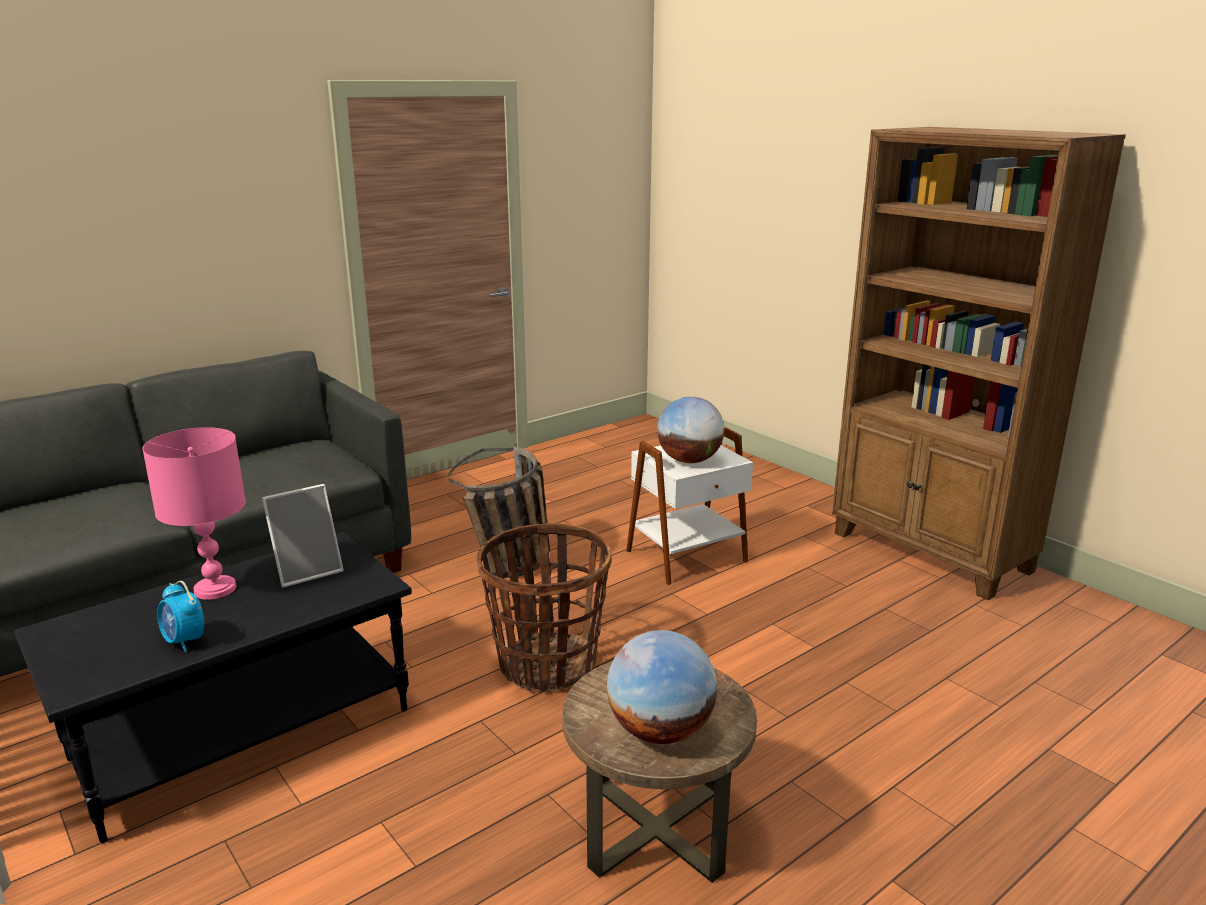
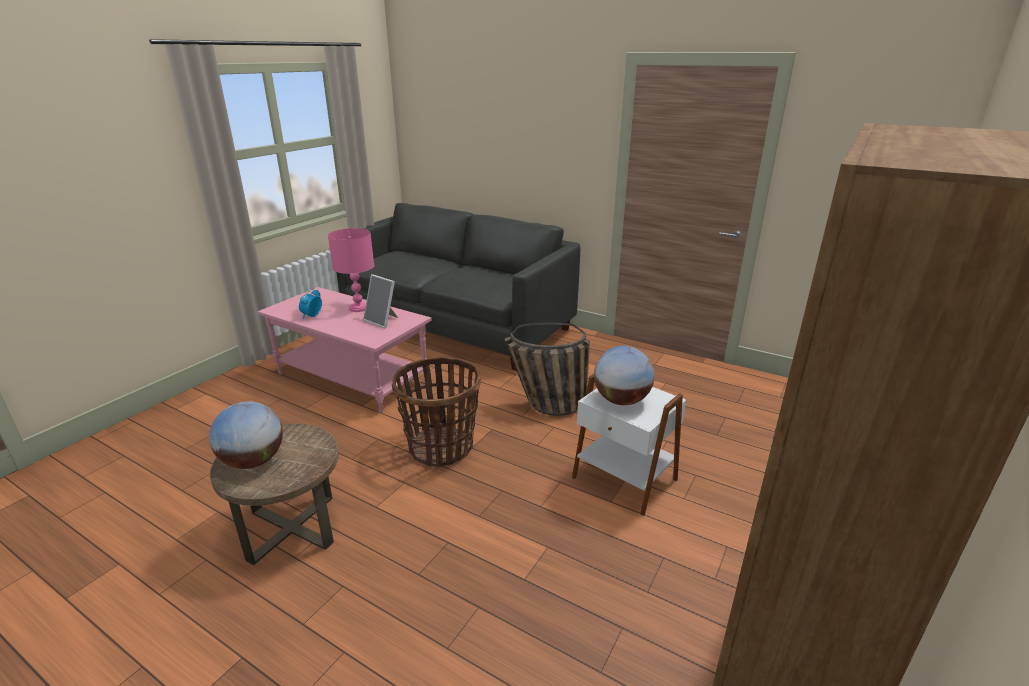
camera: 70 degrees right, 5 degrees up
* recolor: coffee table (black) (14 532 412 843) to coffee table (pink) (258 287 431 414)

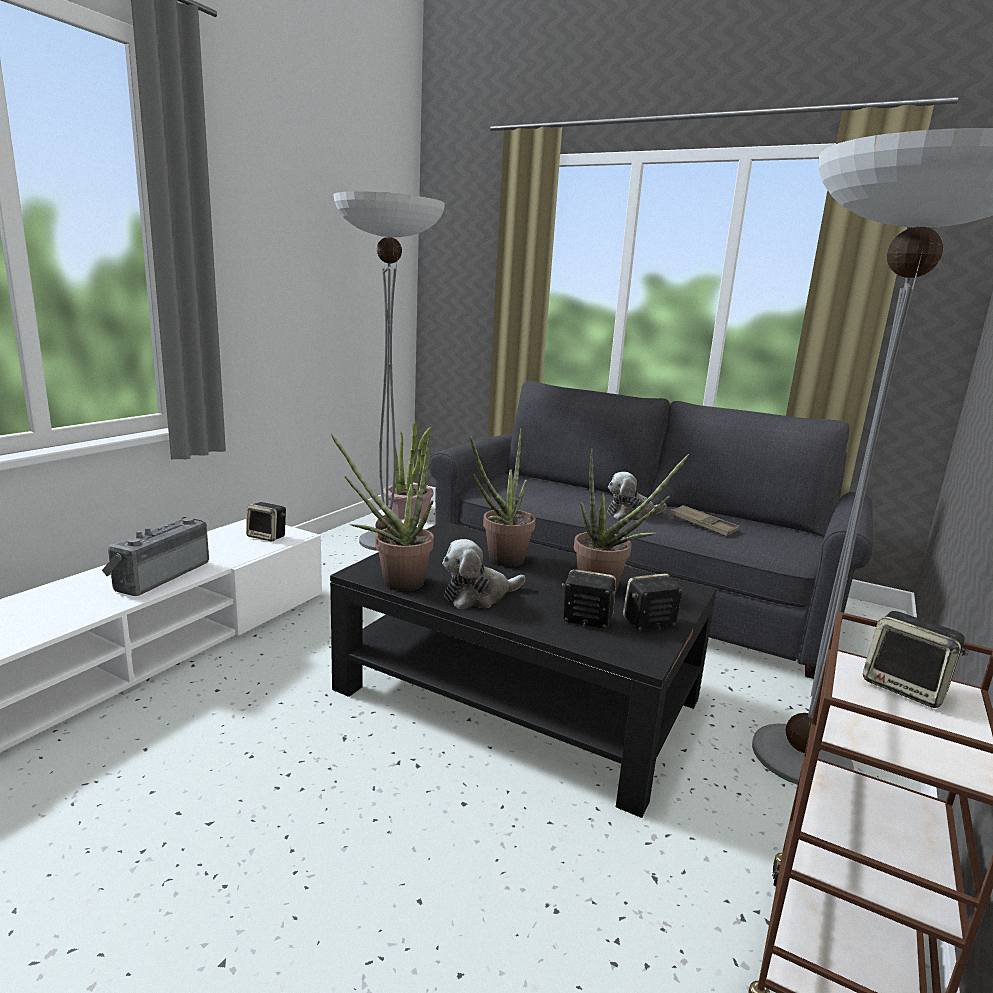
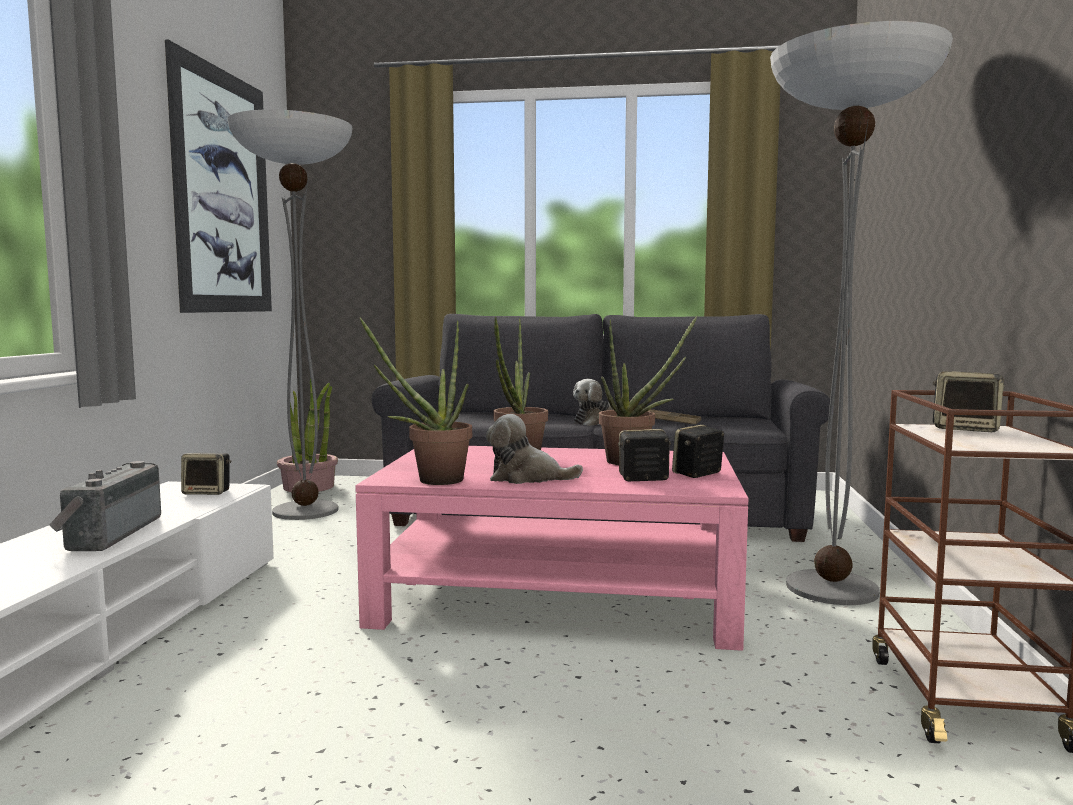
camera: 20 degrees left, 10 degrees down
* insert: picture (165 40 272 313)
* recolor: coffee table (black) (330 521 717 818) to coffee table (pink) (355 446 748 651)
* rotate: plush toy (442 539 525 609) = (486 414 583 484) 60 degrees clockwise

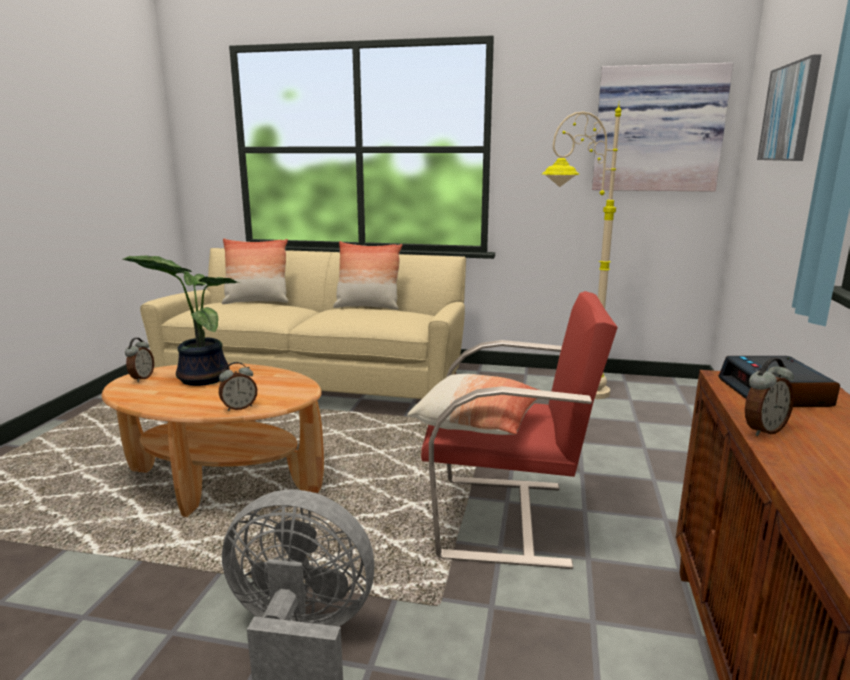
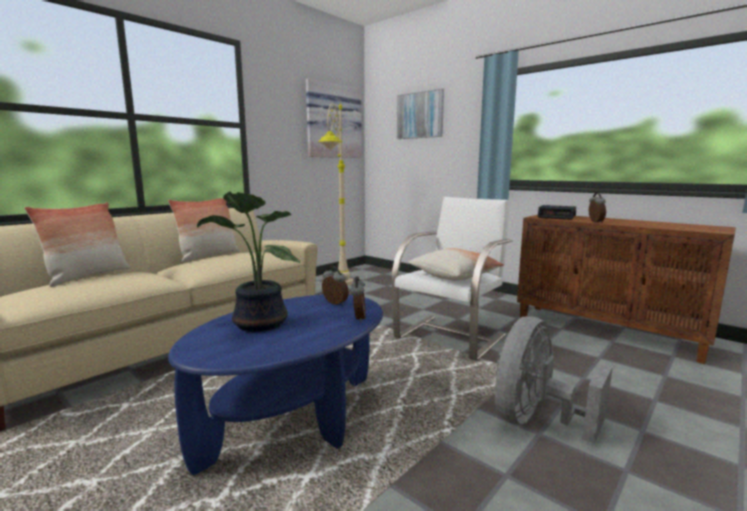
camera: 60 degrees left, 5 degrees down
* move: alarm clock (125 338 154 382) to (322 266 349 305)
* recolor: coffee table (brown) (102 363 324 517) to coffee table (blue) (168 295 383 475)
* recolor: armchair (red) (421 291 618 569) to armchair (white) (392 197 513 360)

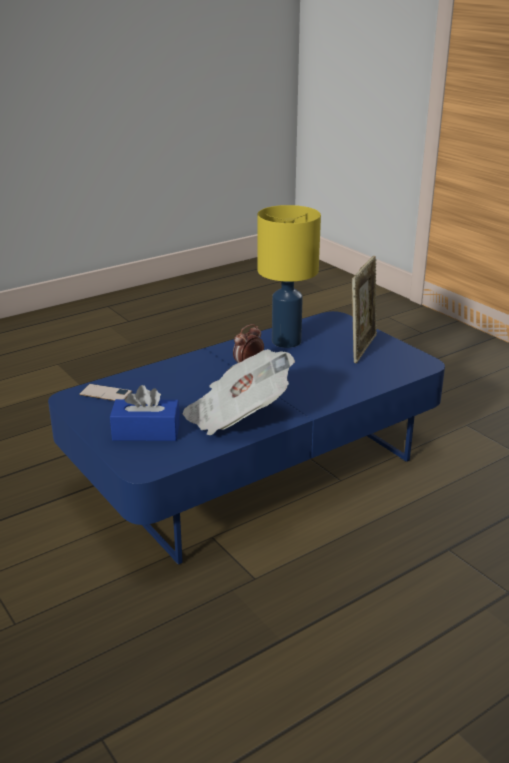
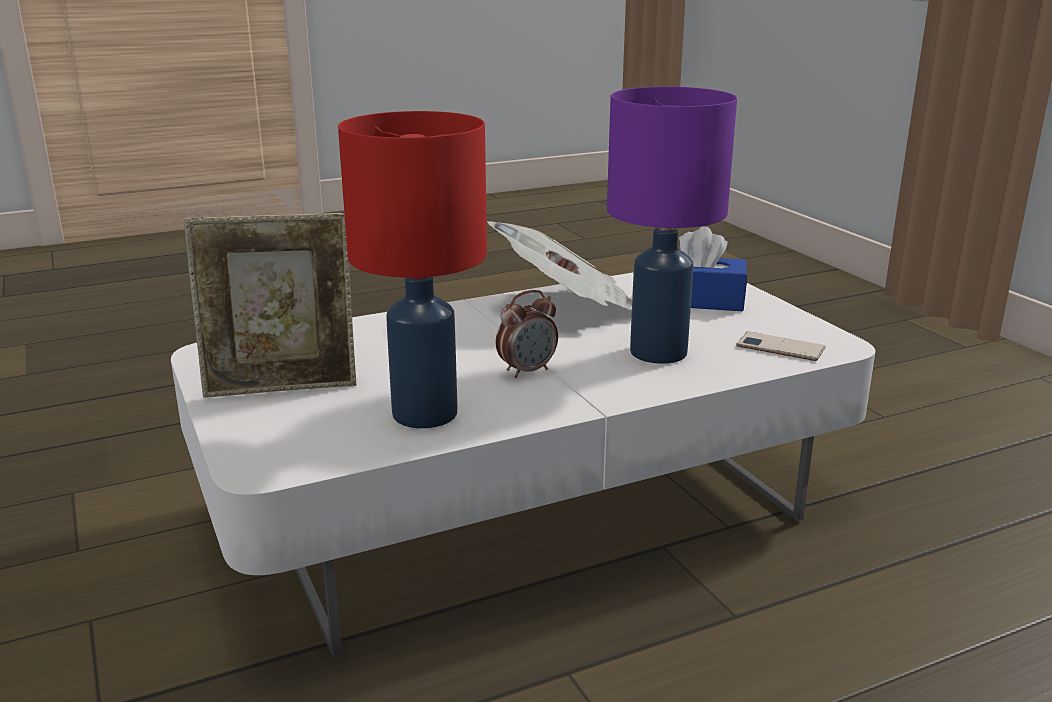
camera: 170 degrees left, 5 degrees down
* insert: table lamp (purple) (607 87 737 364)
* recolor: coffee table (blue) (48 311 445 565) to coffee table (white) (171 272 875 659)
* recolor: table lamp (yellow) (257 205 321 348) to table lamp (red) (338 111 487 428)
* rotate: picture frame (352 256 377 363) = (184 213 357 398) 135 degrees counterclockwise

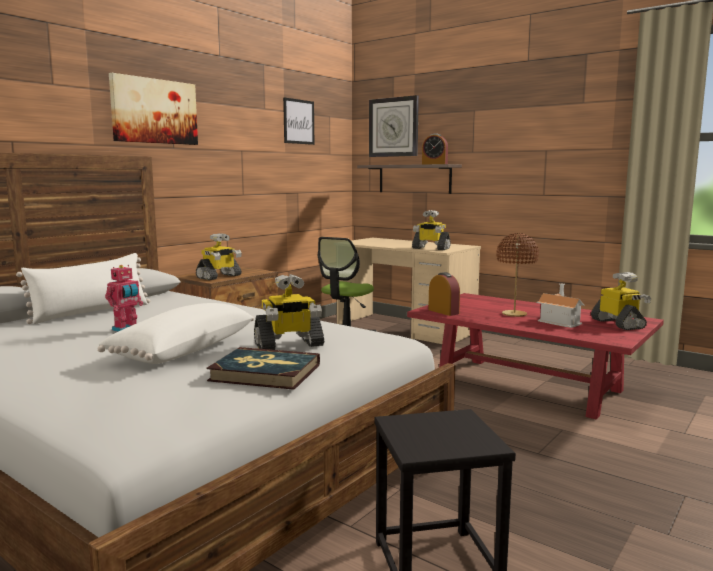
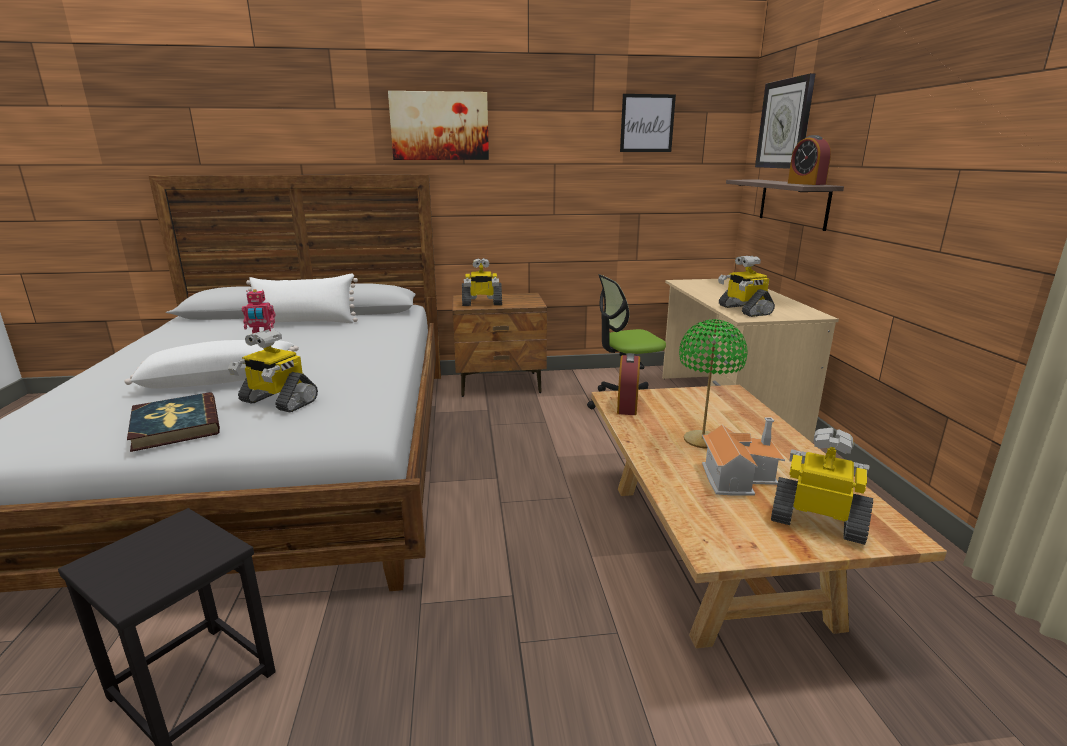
camera: 45 degrees right, 10 degrees up
* recolor: coffee table (red) (407 293 664 419) to coffee table (beige) (591 385 947 648)
* recolor: table lamp (brown) (496 233 539 317) to table lamp (green) (679 319 748 449)
* rotate: toy robot (591 272 651 330) = (771 428 873 545) 90 degrees counterclockwise

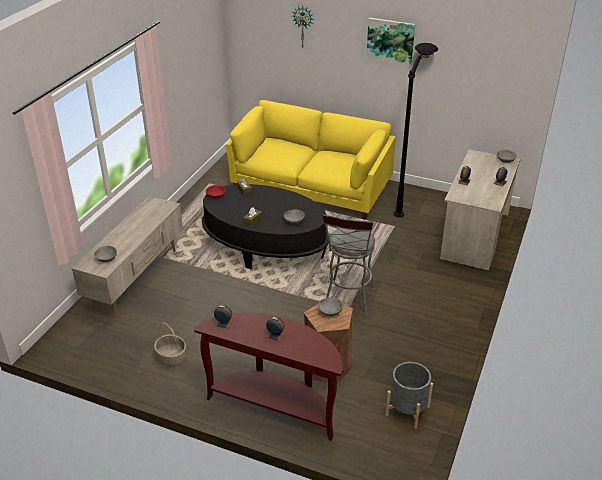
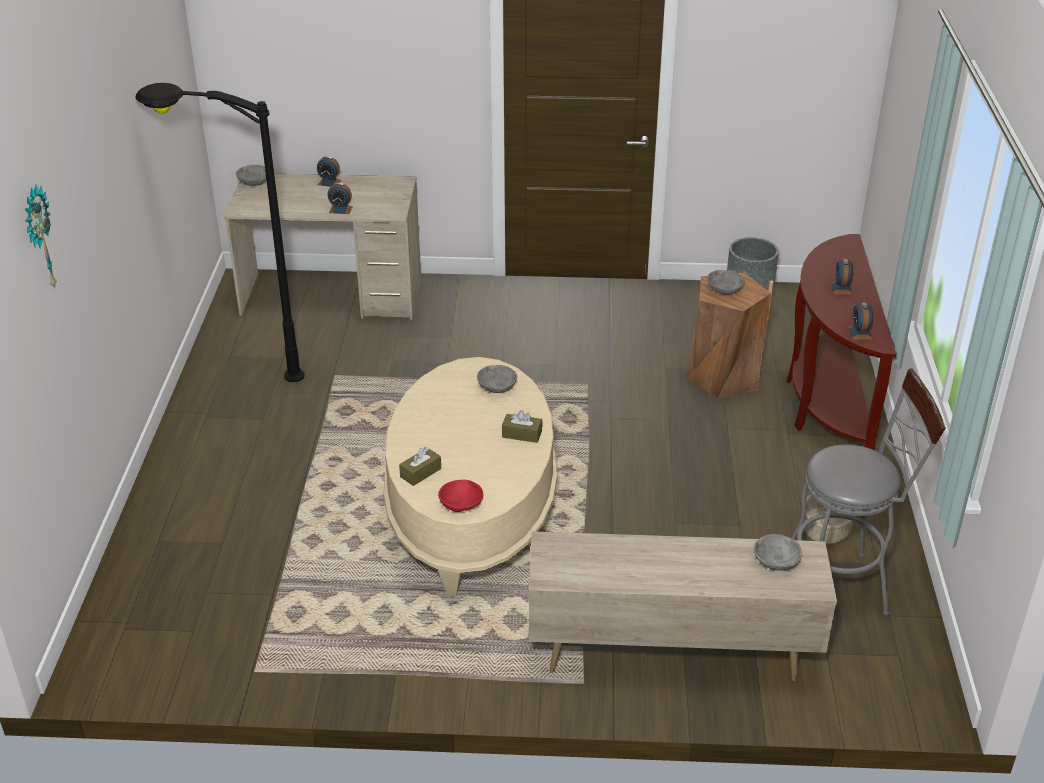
camera: 110 degrees left, 0 degrees up
* delete: sofa (yellow) (226 100 396 220)
* delete: picture (366 18 415 64)
* move: stool (grey) (323 214 375 316) to (791 368 946 615)
* recolor: coffee table (black) (202 184 330 269) to coffee table (beige) (383 357 557 597)

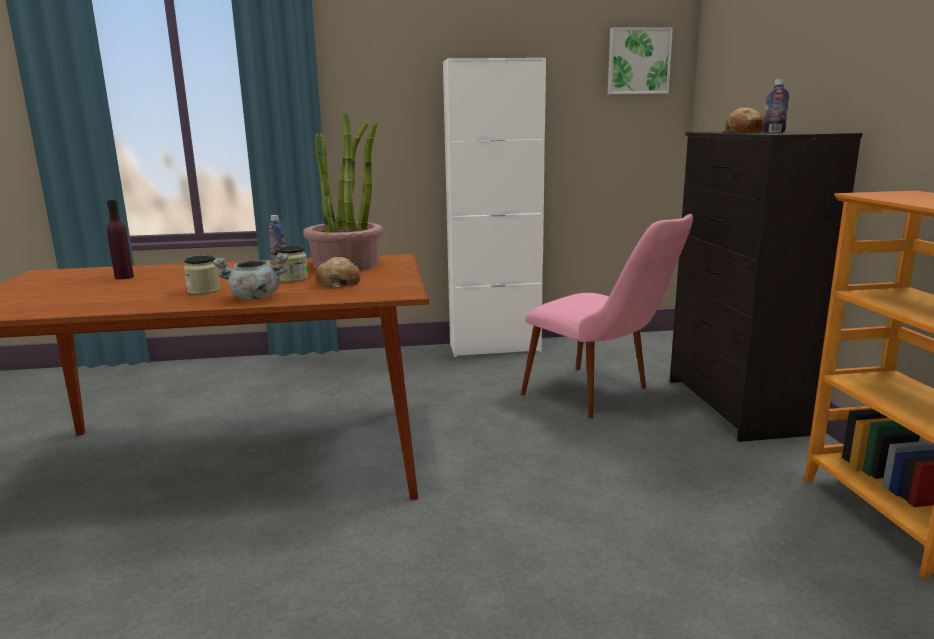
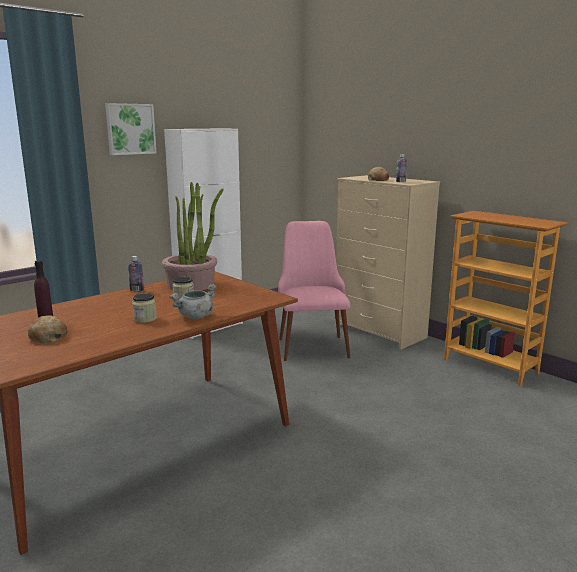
camera: 35 degrees left, 0 degrees up
* move: bread (316 257 360 288) to (28 315 67 343)
* move: picture (608 27 673 94) to (105 103 156 155)
* recolor: dresser (black) (670 131 863 442) to dresser (beige) (335 175 440 350)
* rotate: chair (pink) (521 214 693 418) = (278 221 351 361) 105 degrees counterclockwise

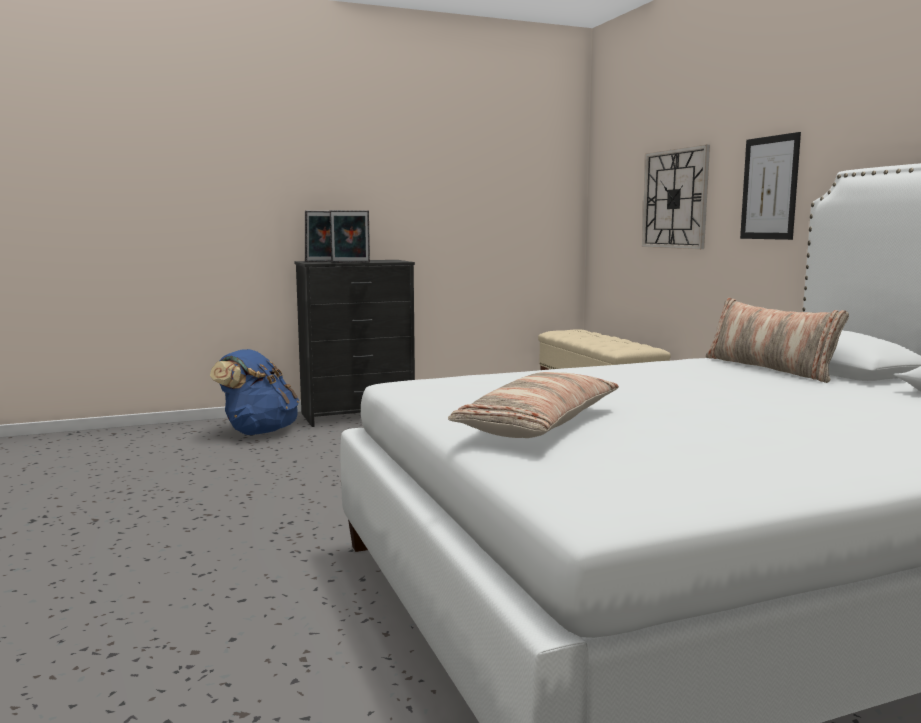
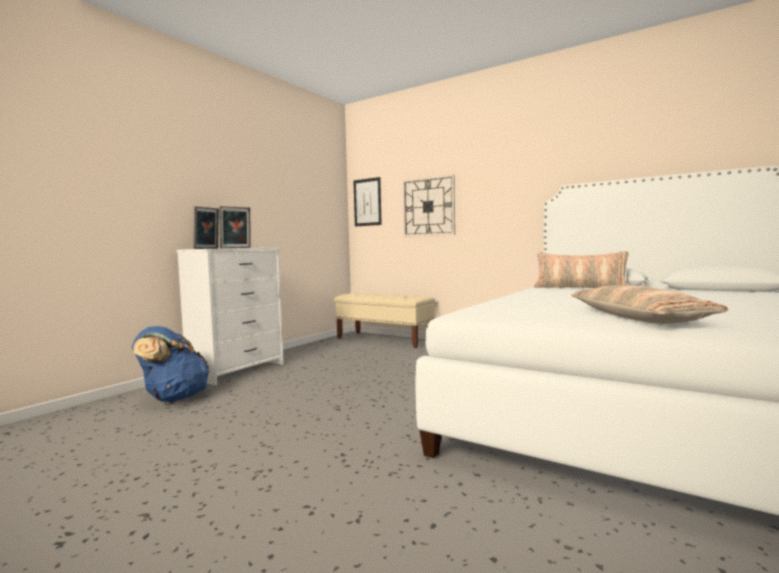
camera: 35 degrees left, 5 degrees down
* move: picture (740 132 801 240) to (353 177 382 226)
* recolor: dresser (black) (295 260 415 427) to dresser (white) (176 248 284 386)

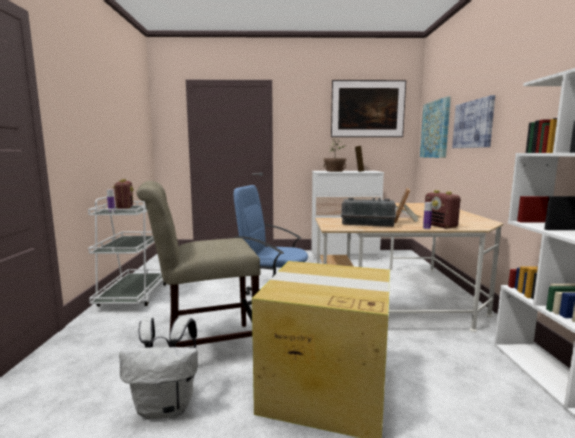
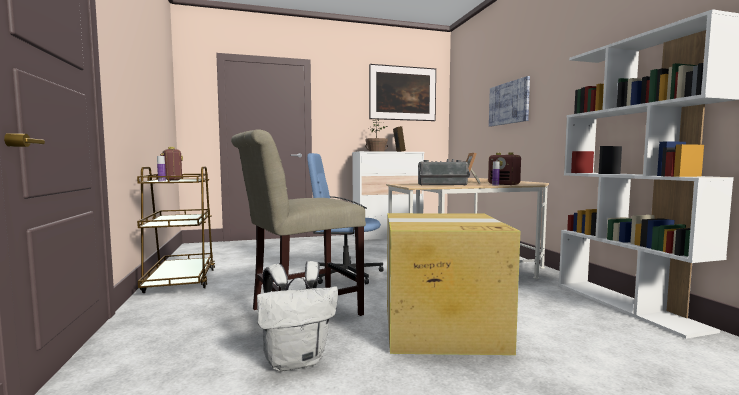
camera: 15 degrees left, 5 degrees down
* delete: picture (420 96 451 158)
* recolor: cart (white) (88 197 166 306) to cart (brown) (137 167 215 293)

